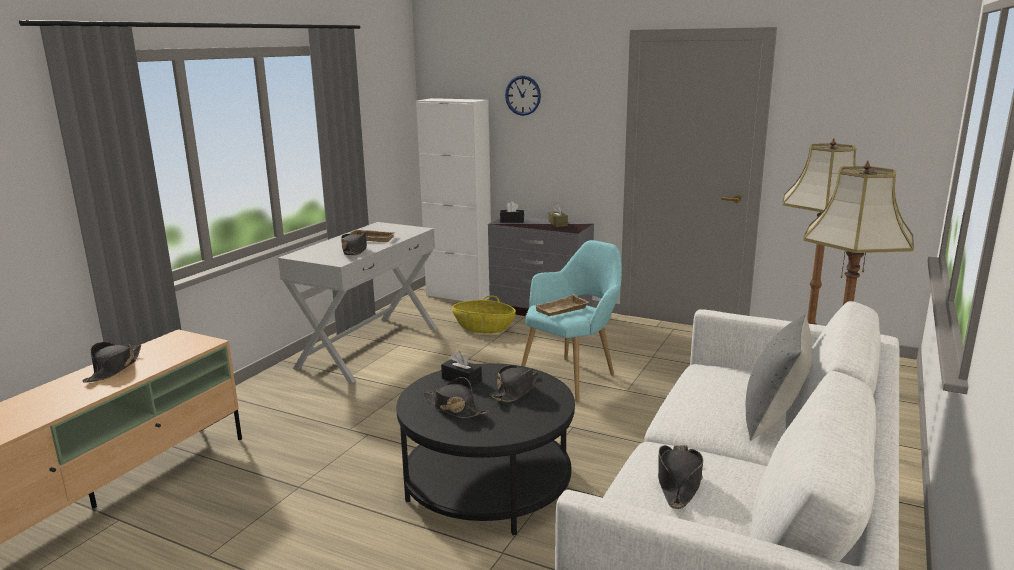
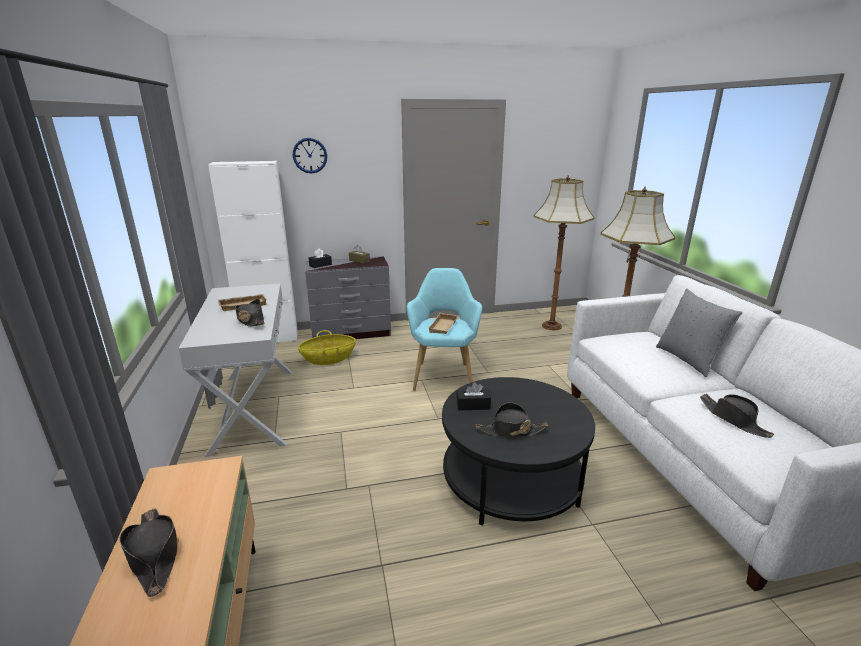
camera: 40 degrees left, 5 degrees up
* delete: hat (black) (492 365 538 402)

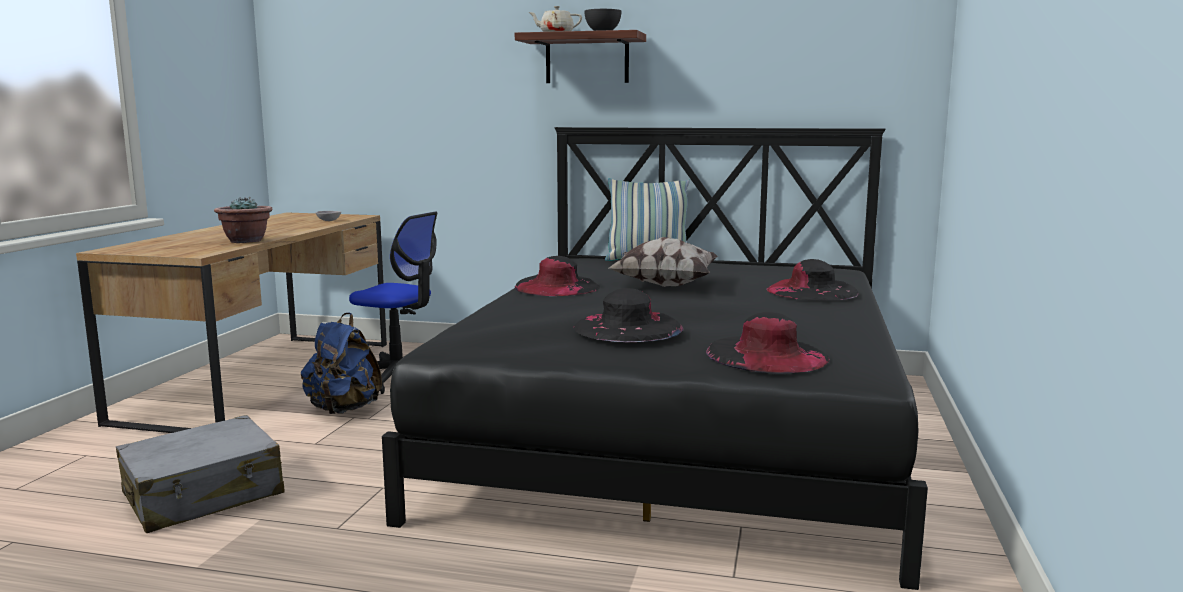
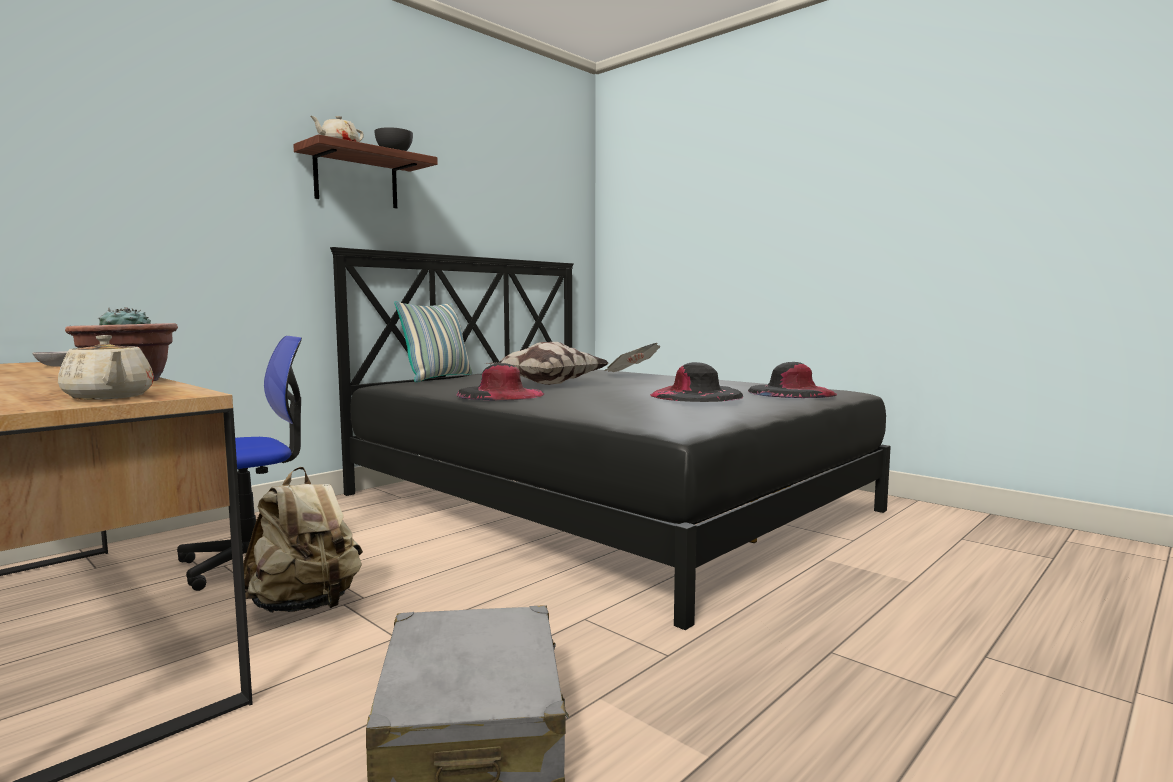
camera: 60 degrees left, 5 degrees down
* insert: teapot (beige) (58 335 154 400)
* replace: hat (black) (766 259 858 301) to newspaper (604 343 660 372)
* recolor: backpack (blue) (301 312 382 414) to backpack (beige) (243 467 363 613)

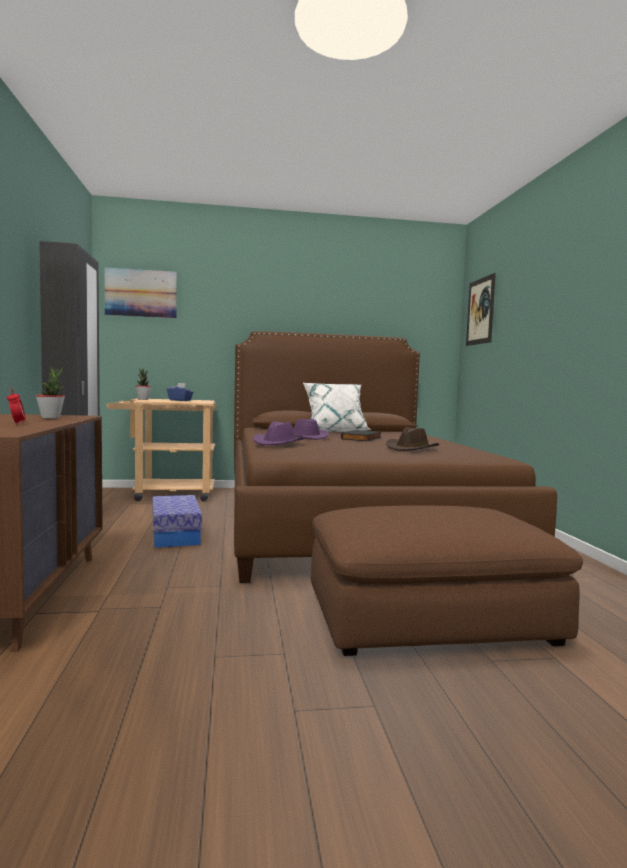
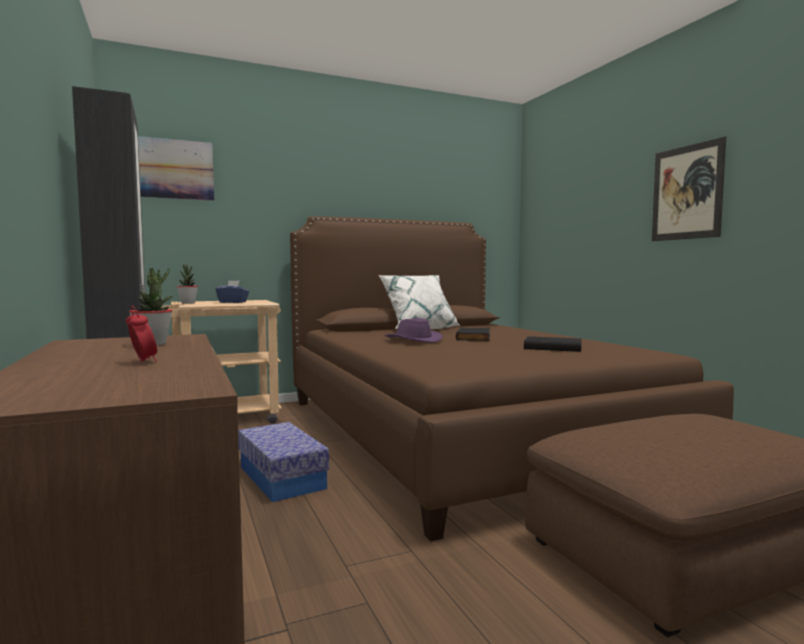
camera: 15 degrees left, 0 degrees up
* delete: hat (purple) (253 422 306 445)
* move: picture (466 273 496 346) to (652 136 726 241)
* replace: hat (brown) (386 427 440 451) to book (black) (524 336 582 352)

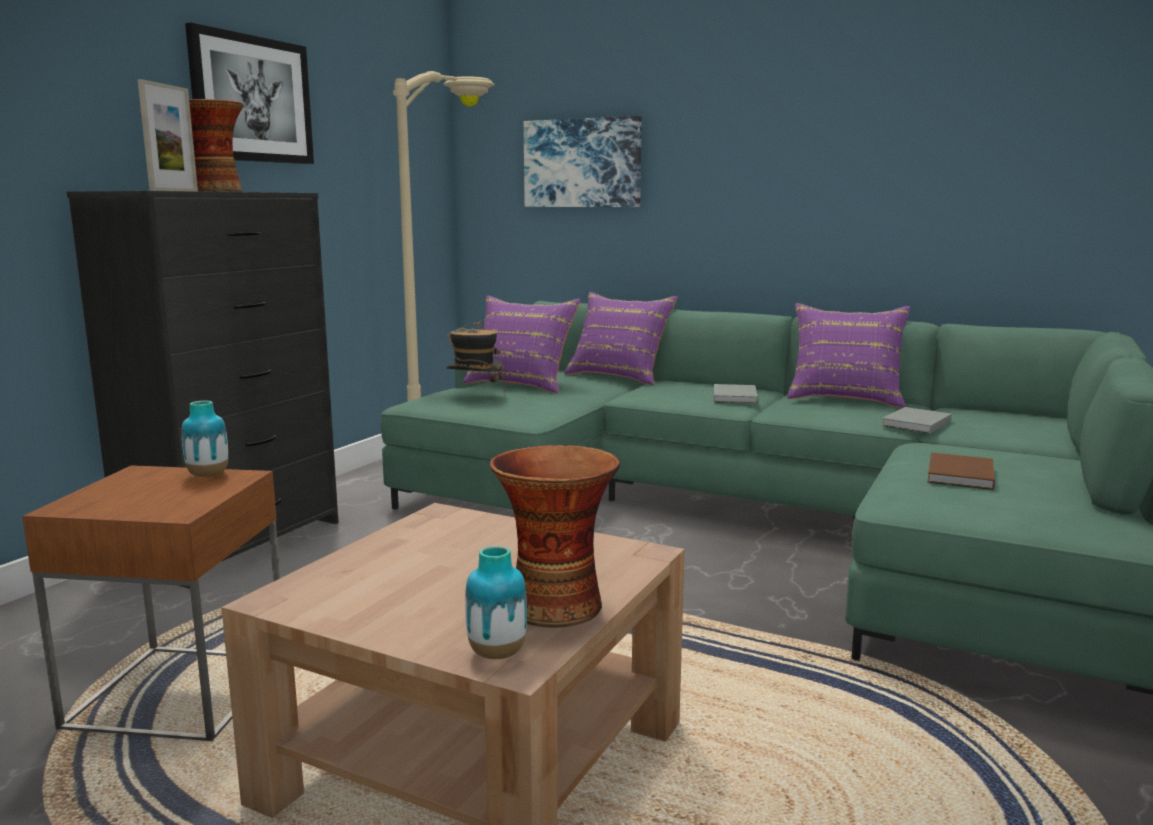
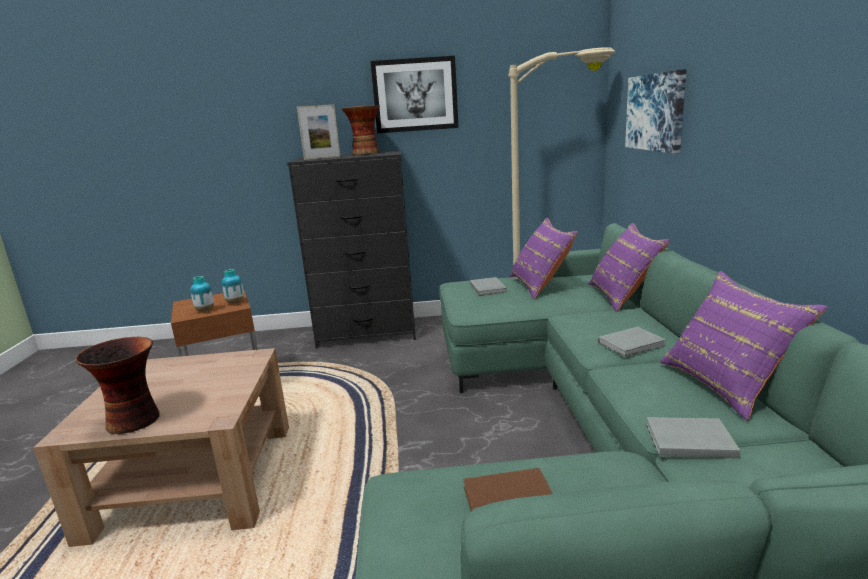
camera: 60 degrees right, 5 degrees up
* move: vase (465 546 527 659) to (191 276 214 312)
* replace: hat (445 321 505 395) to book (grey) (470 277 507 296)

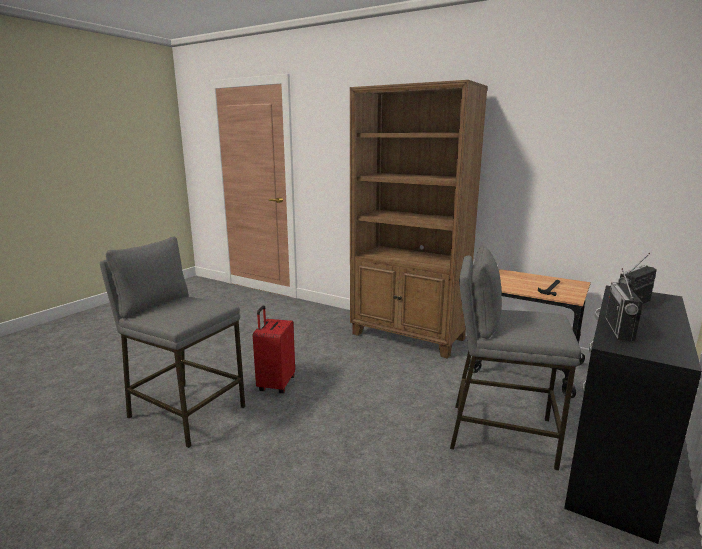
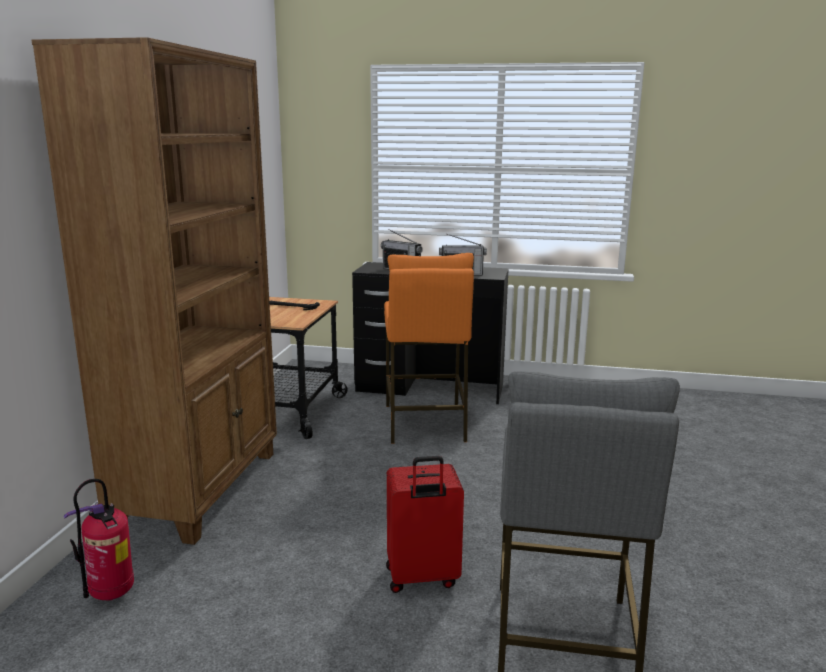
camera: 110 degrees left, 0 degrees up
* insert: fire extinguisher (63 479 134 601)
* recolor: stool (grey) (450 246 581 471) to stool (orange) (384 253 474 444)

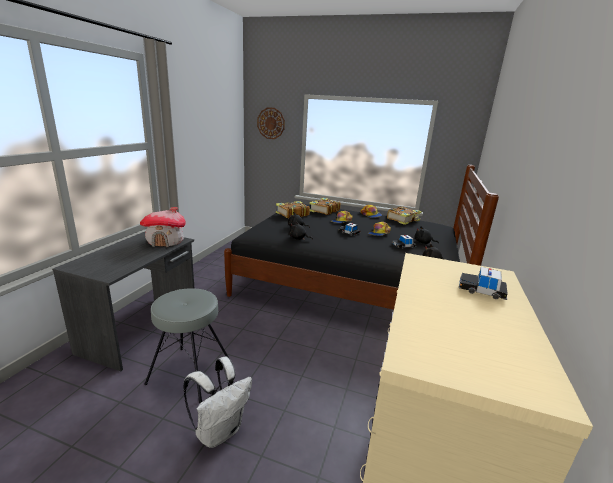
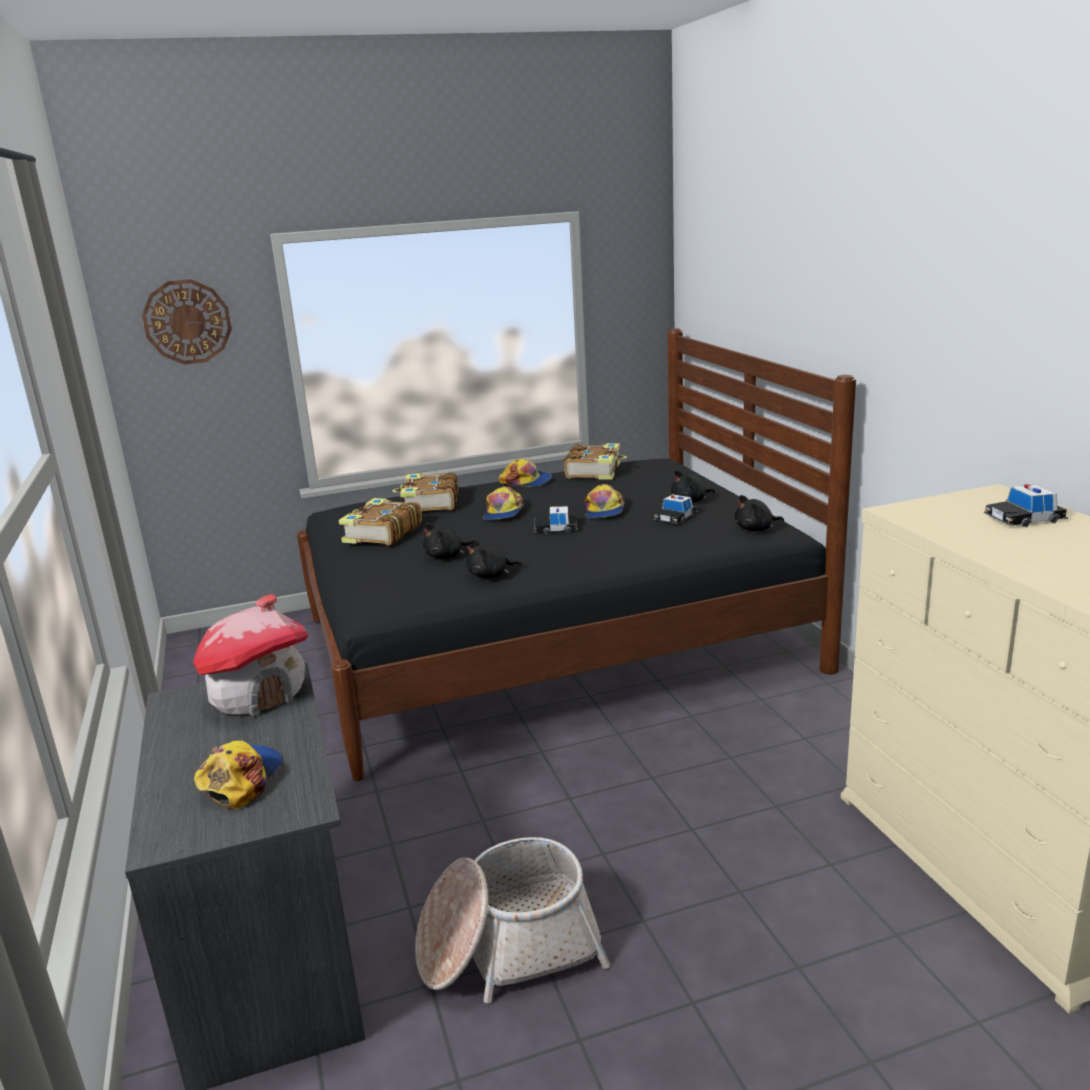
camera: 35 degrees left, 0 degrees up
* delete: backpack (white) (183 357 252 448)
* insert: cap (194 740 283 809)
* replace: stool (grey) (144 288 228 403) to basket (415 837 611 1003)

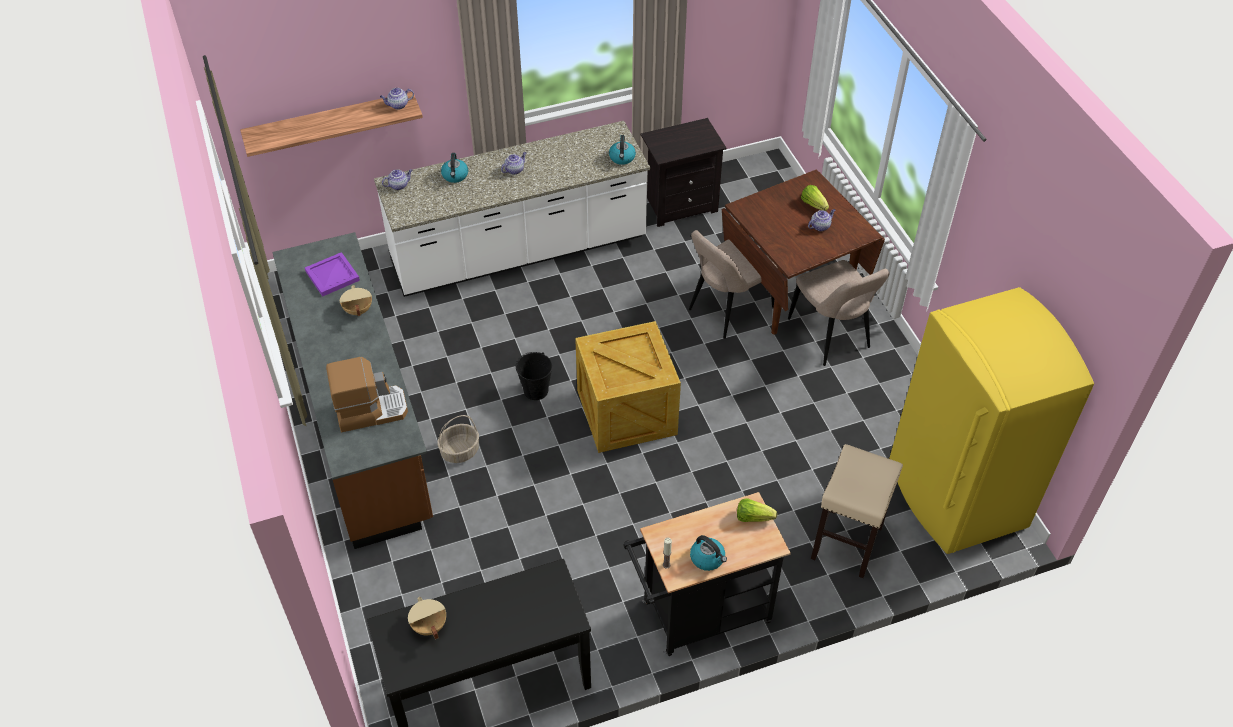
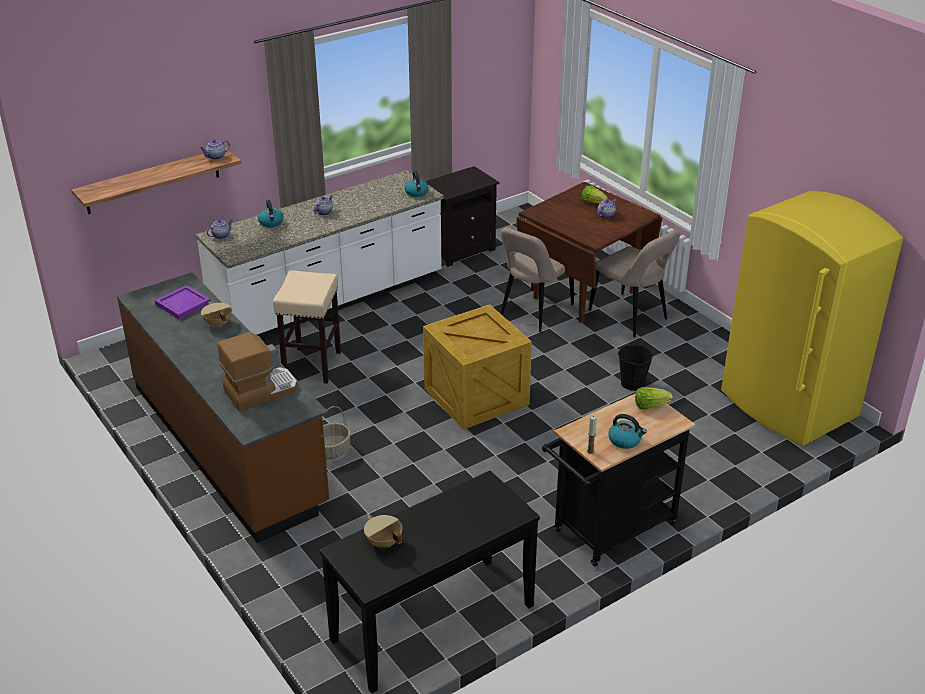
camera: 15 degrees left, 15 degrees down
* move: bucket (black) (516 352 552 400) to (618 343 653 391)
* move: stool (beige) (811 444 903 578) to (273 270 341 384)

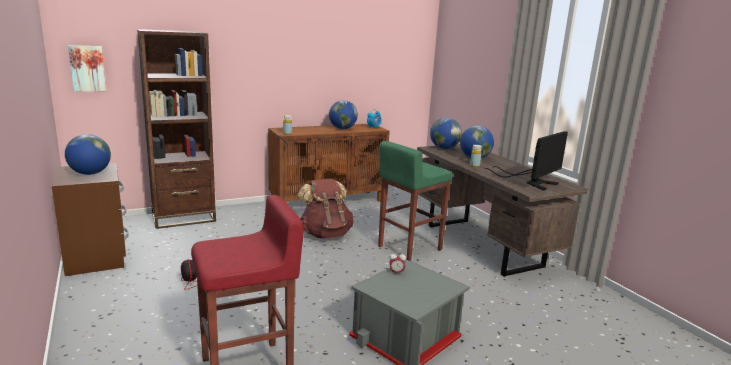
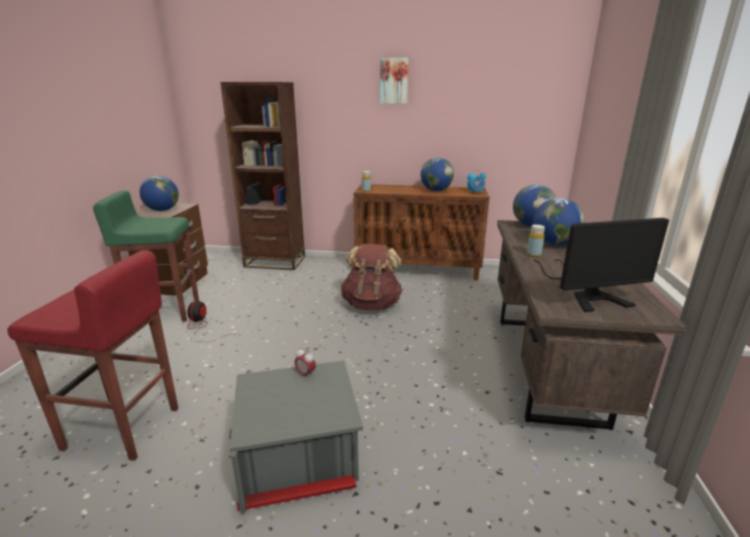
camera: 35 degrees right, 5 degrees up
* move: picture (68 45 106 91) to (380 58 409 104)
* move: stool (green) (378 141 453 261) to (93 190 199 322)

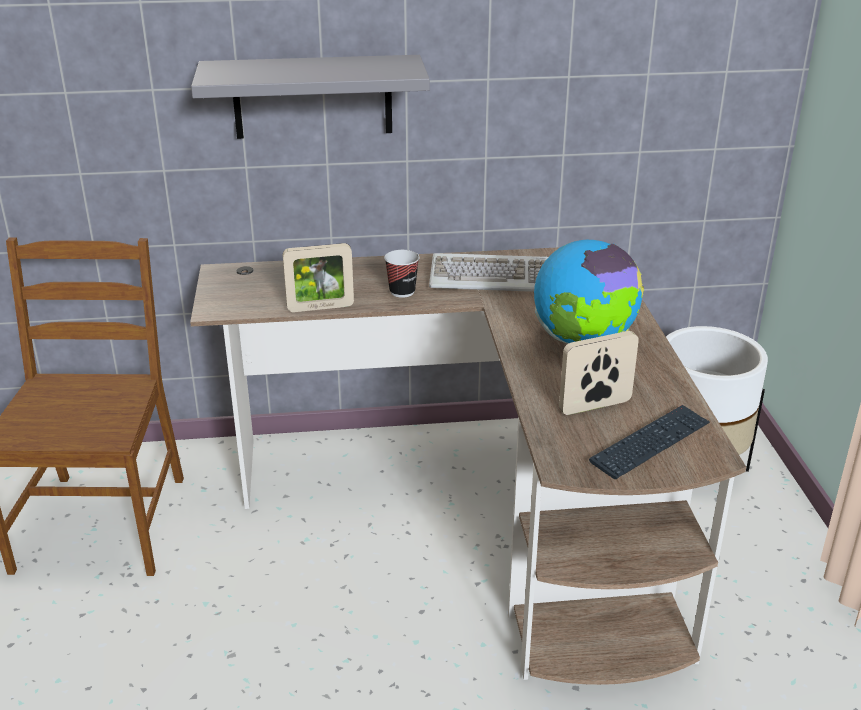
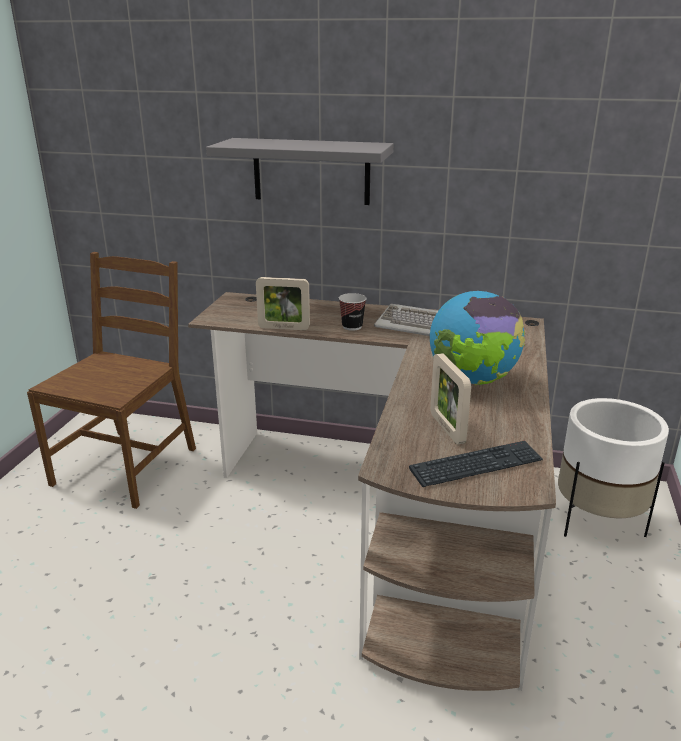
camera: 20 degrees right, 5 degrees down
* rotate: picture frame (559 331 639 415) = (430 353 471 444) 105 degrees counterclockwise

